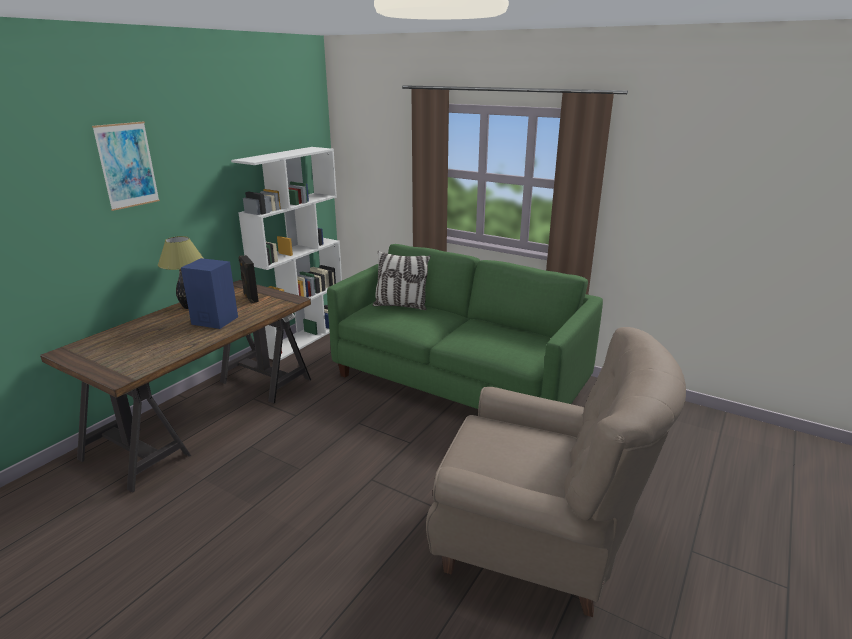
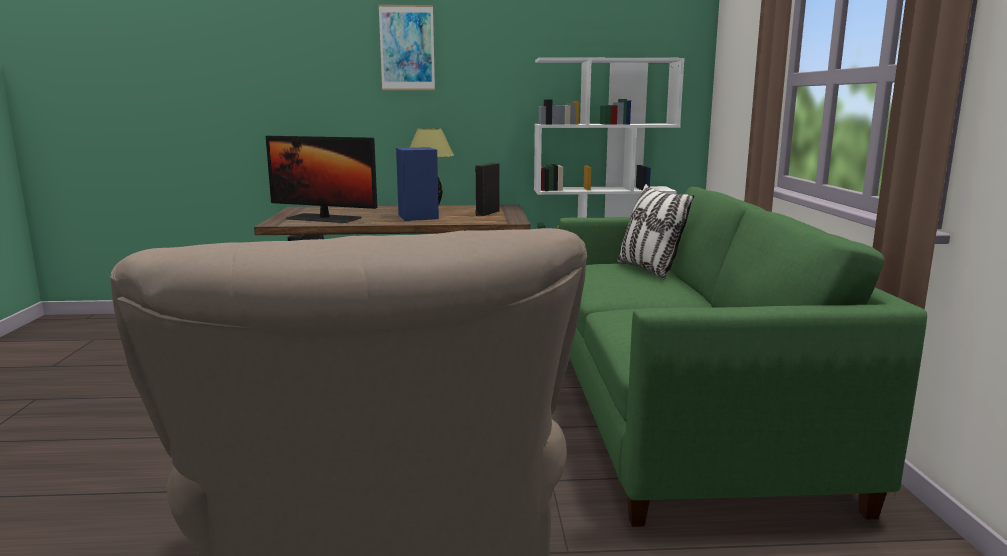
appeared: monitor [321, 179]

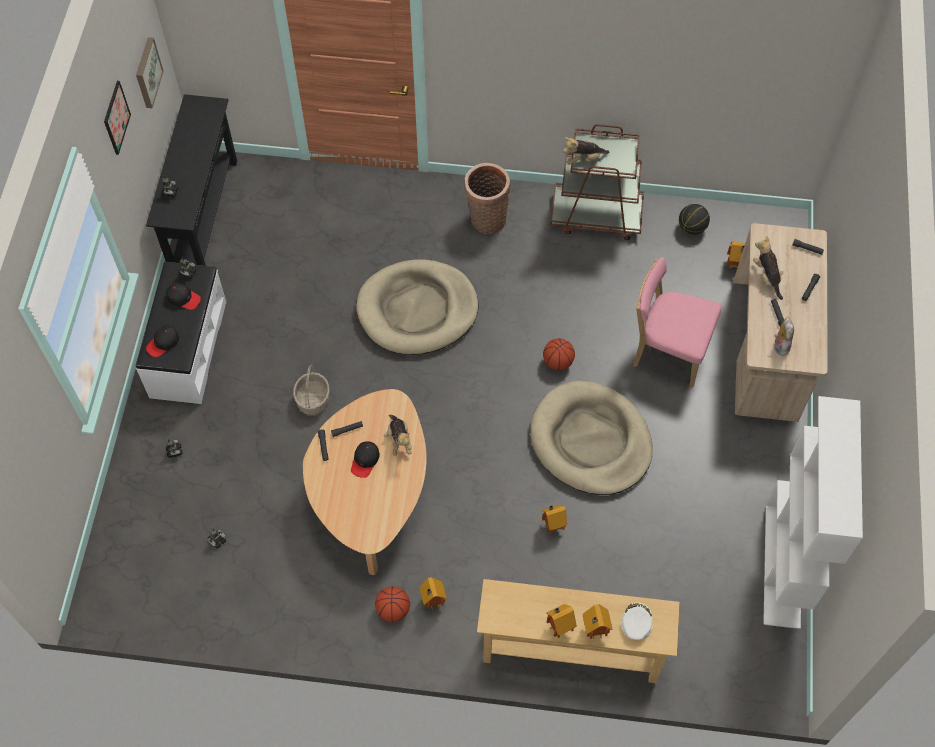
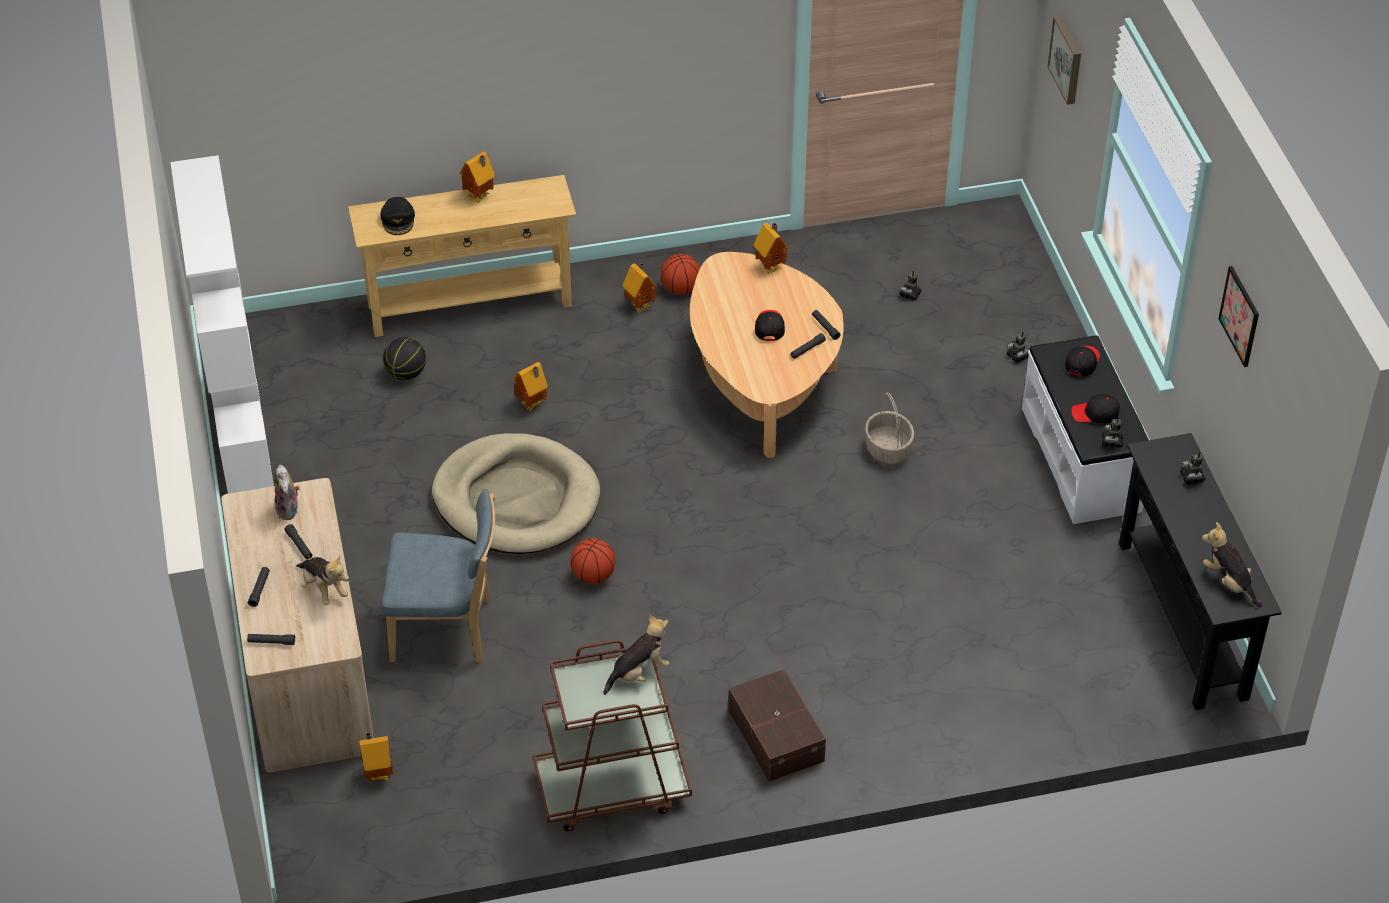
missing: cama para perro [beis] [417, 307]
relocated: cuadro [150, 72] to [1064, 60]; peluche [398, 435] to [1232, 565]; casita [598, 621] to [771, 248]; balón de baloncesto [694, 219] to [404, 358]
exchanged: cesta [487, 198] to caja de almacenaje [marrón] [777, 725]
colour: gorra [blanco] [637, 621] to gorra [negro] [397, 216]; silla [rosa] [677, 322] to silla [azul] [438, 576]

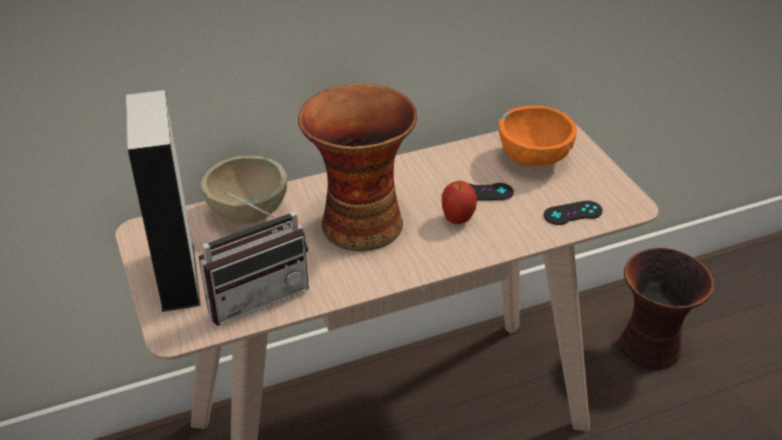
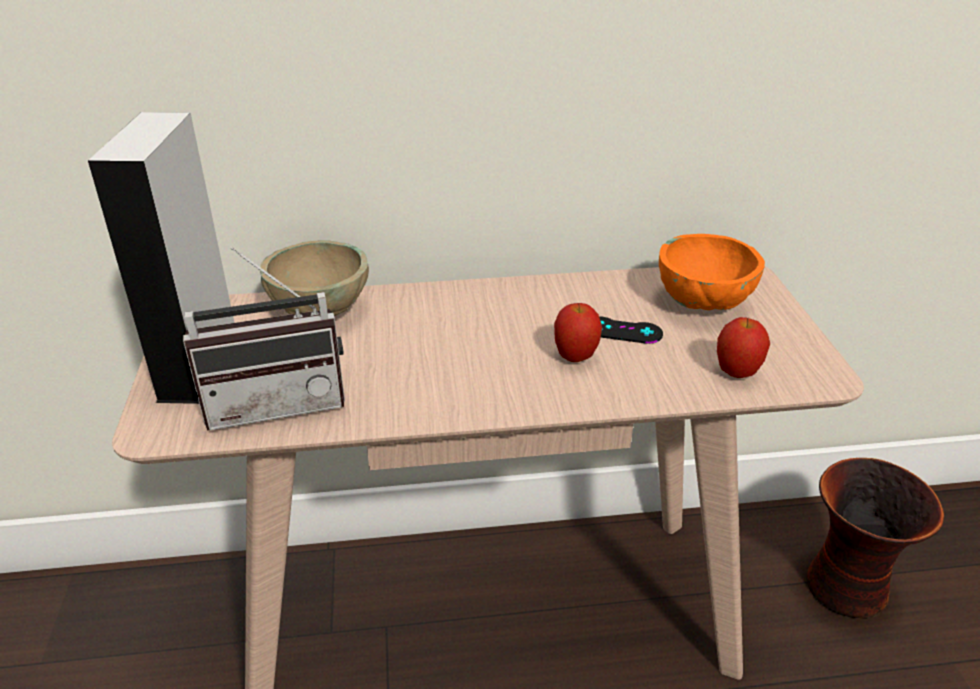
missing: florero [357, 167]
exchanged: mando de consola [negro] [573, 213] to manzana [743, 347]

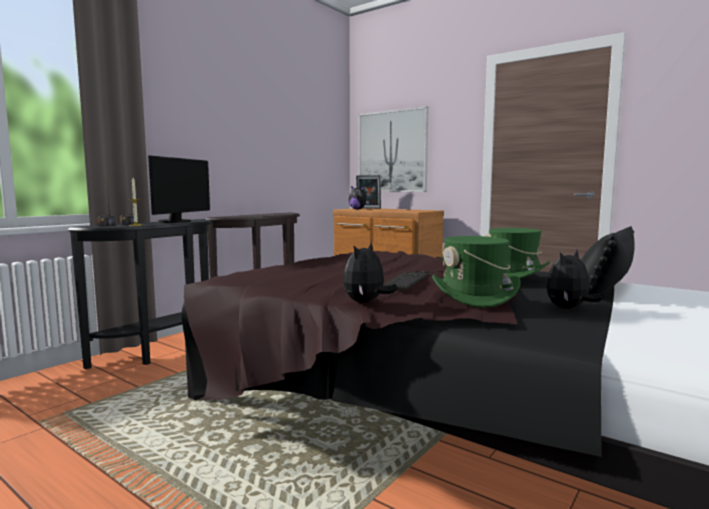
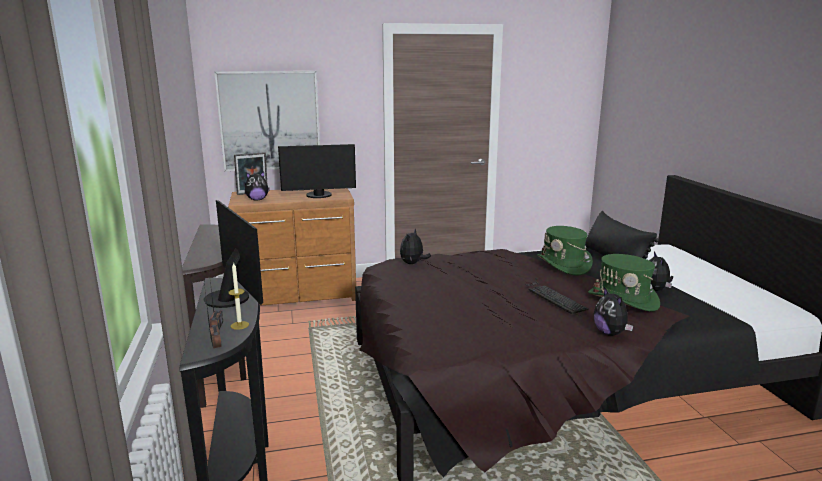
appeared: monitor [317, 171]; peluche [415, 246]

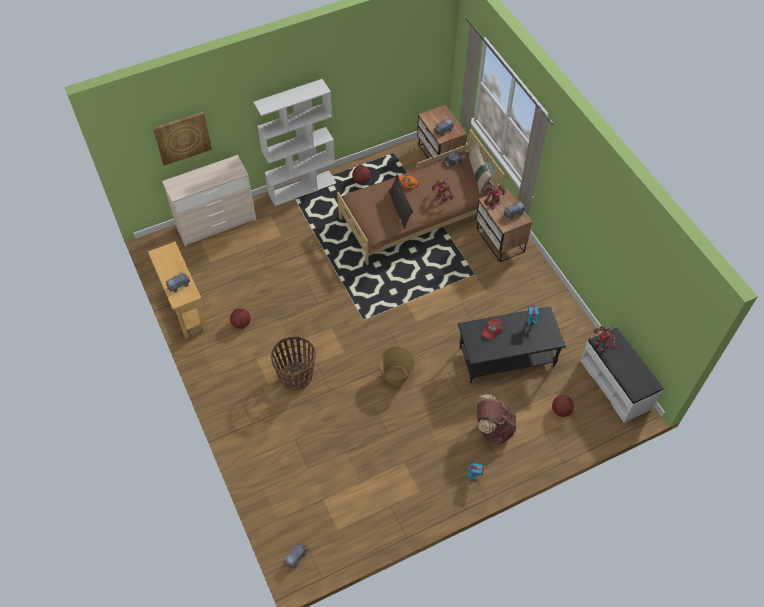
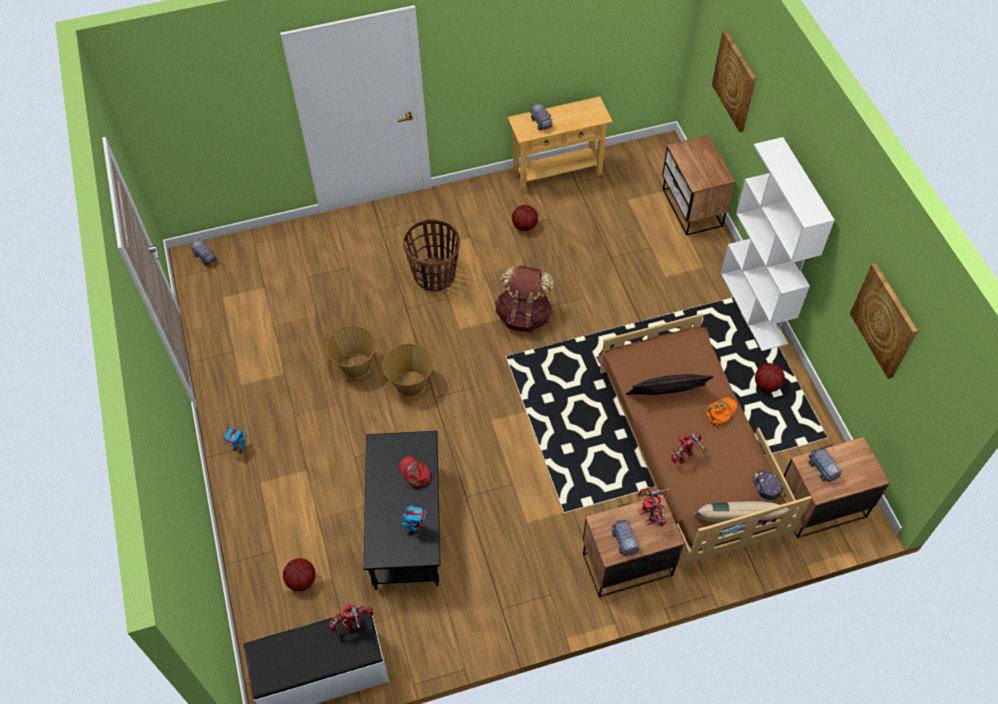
appeared: cesta [351, 352]; cuadro [884, 321]
relocated: mochila [marrón] [496, 419] to [524, 299]
exchanged: cómoda [beis] [209, 201] to mesita de noche [698, 185]

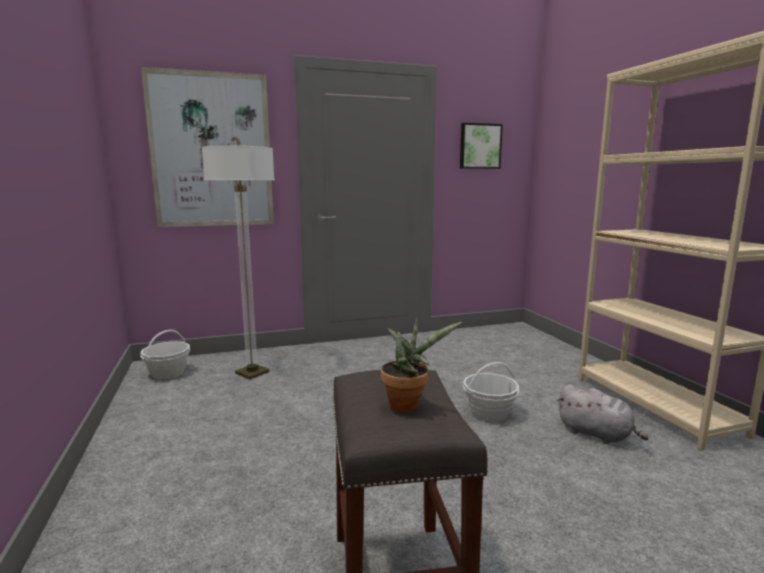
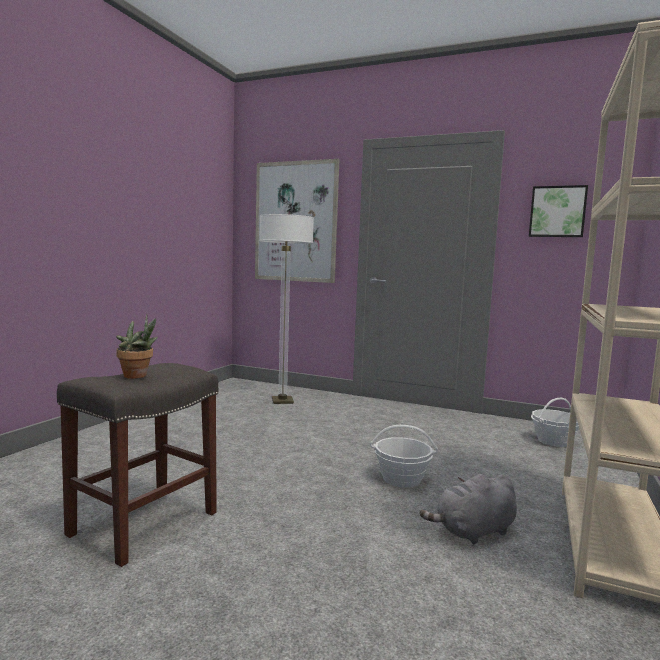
relocated: cesta [165, 354] to [555, 422]
spun: peluche [gris] [602, 414] = [468, 509] 75 degrees clockwise

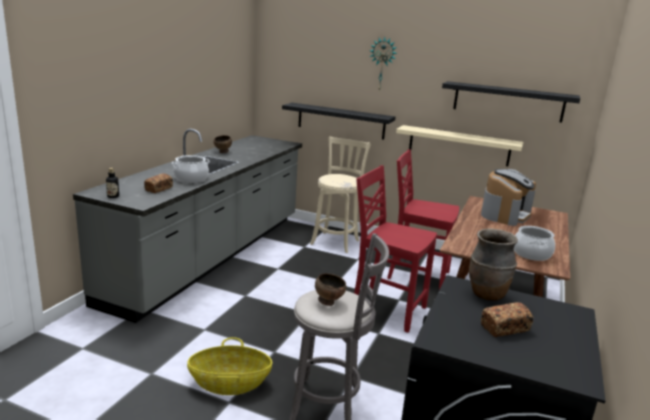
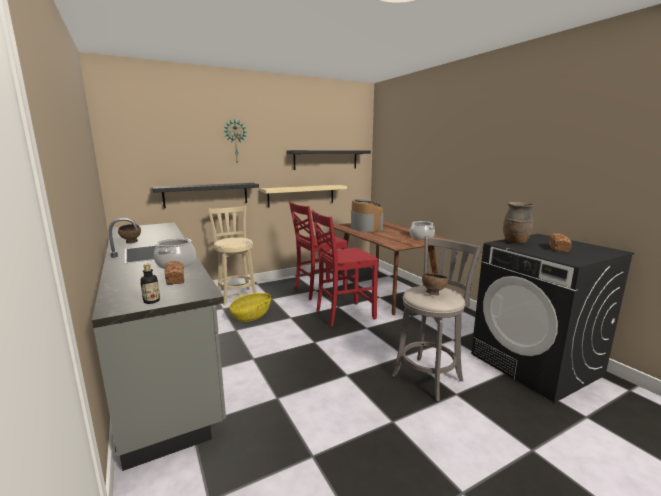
relocated: cesta [229, 366] to [250, 307]

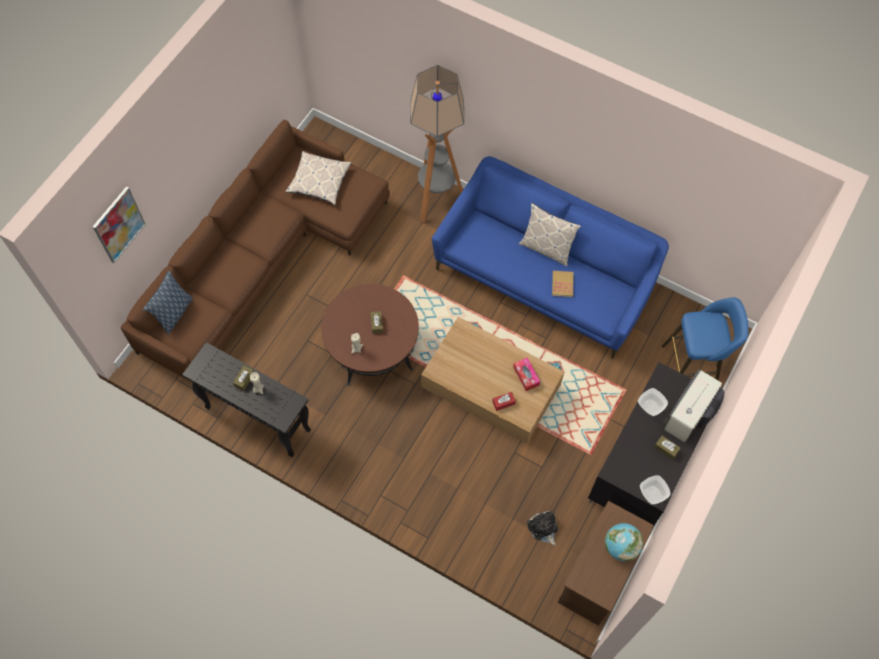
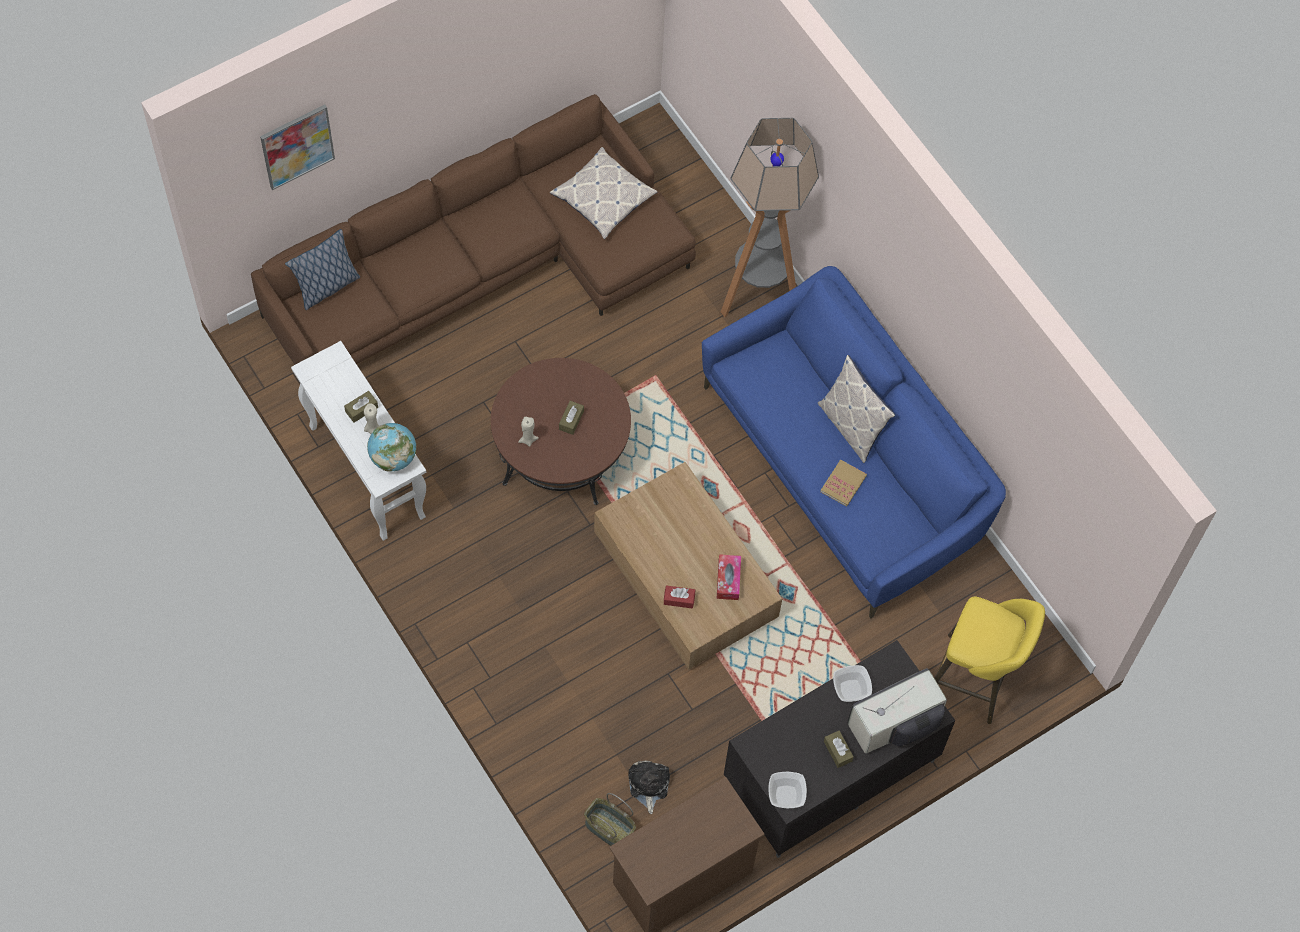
appeared: cesta [610, 819]
relocated: globo terráqueo [624, 542] to [391, 447]
colour: mesa consola [negro] [246, 399] to mesa consola [blanco] [358, 441]; taburete [azul] [705, 339] to taburete [amarillo] [989, 660]

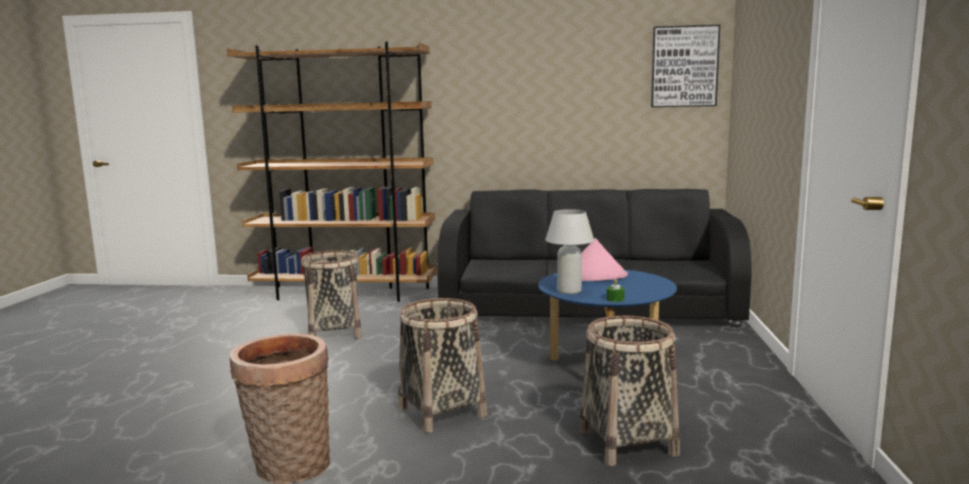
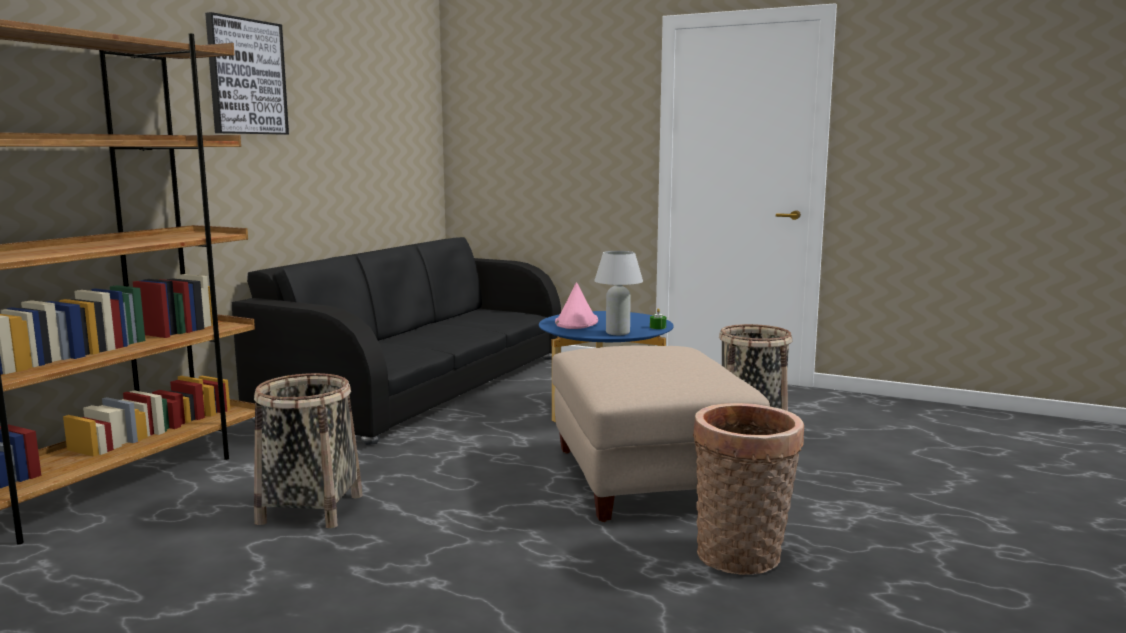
relocated: cuadro [685, 66] to [247, 73]
exchanged: cesta [442, 365] to puf [beis] [661, 433]

